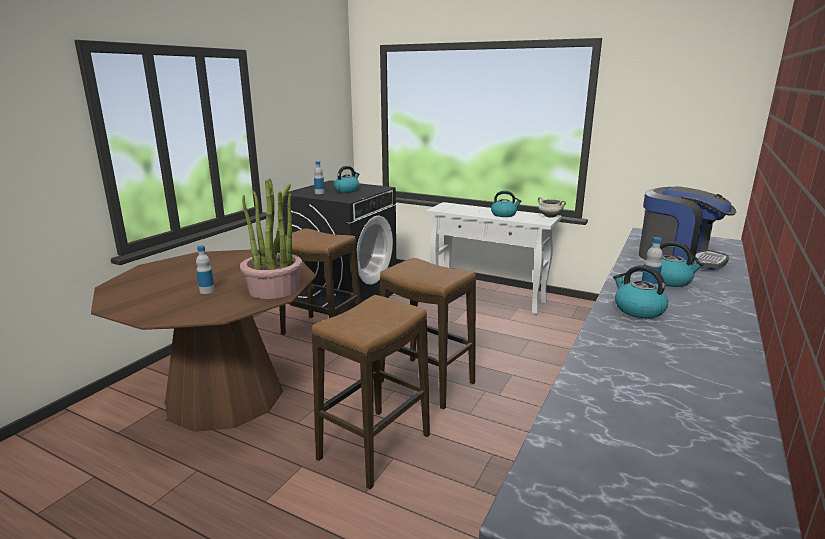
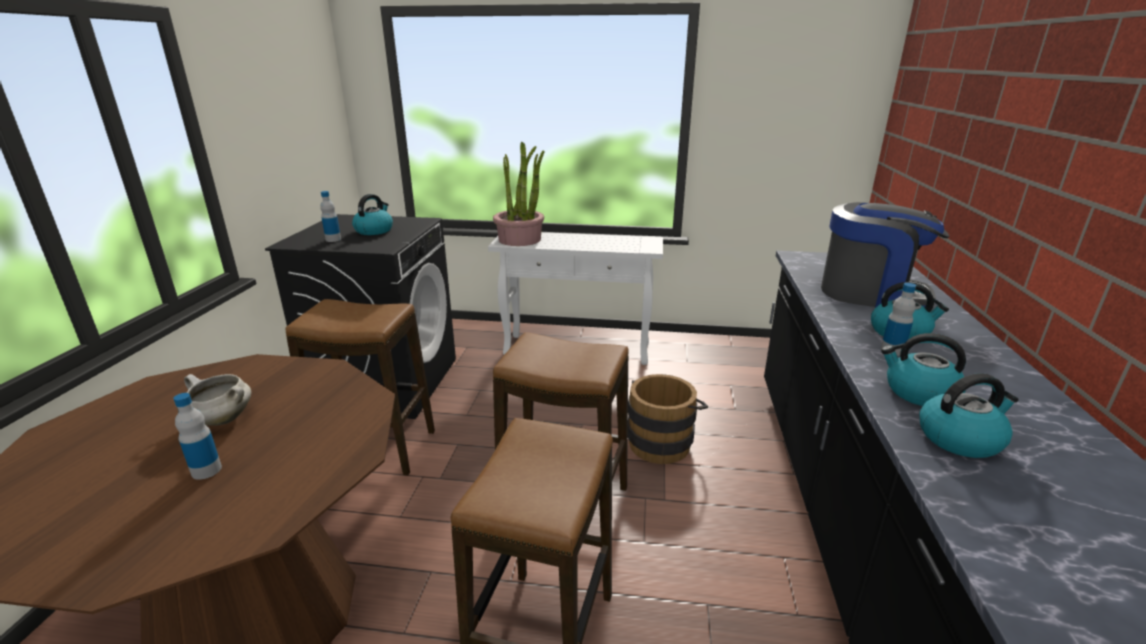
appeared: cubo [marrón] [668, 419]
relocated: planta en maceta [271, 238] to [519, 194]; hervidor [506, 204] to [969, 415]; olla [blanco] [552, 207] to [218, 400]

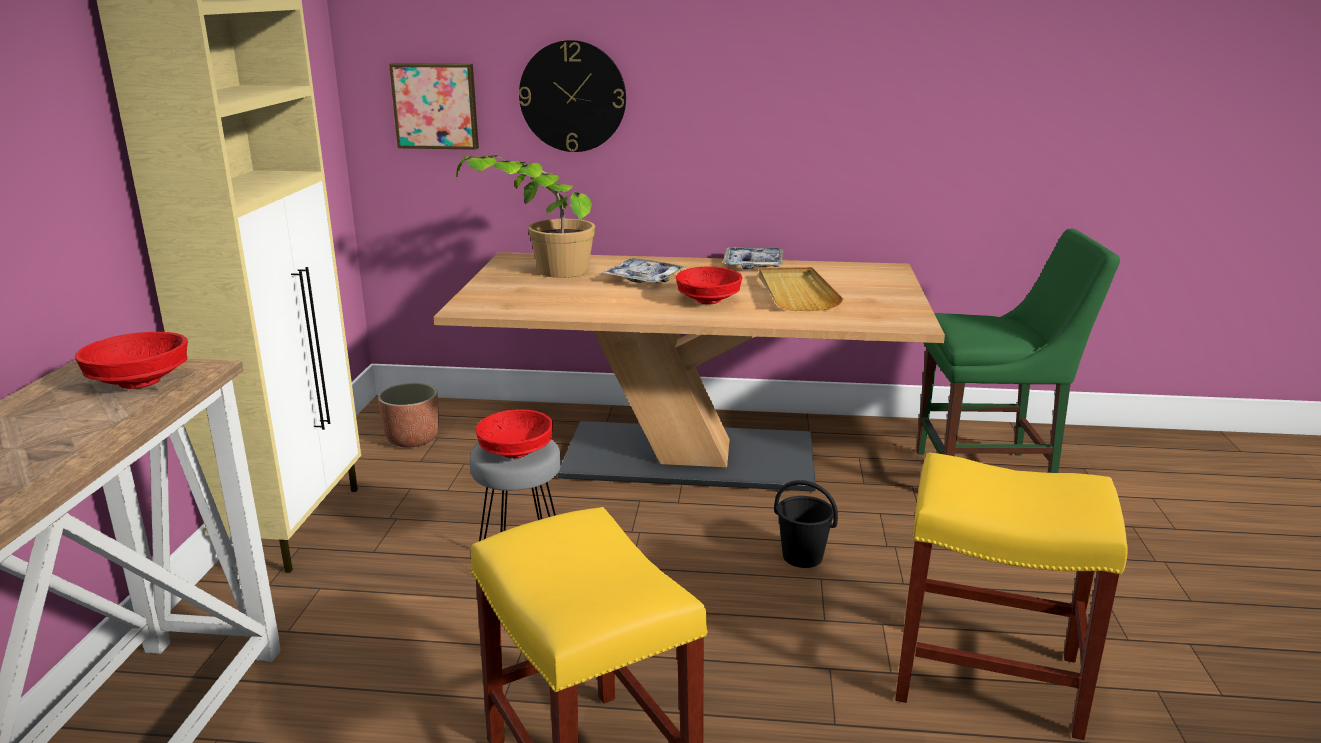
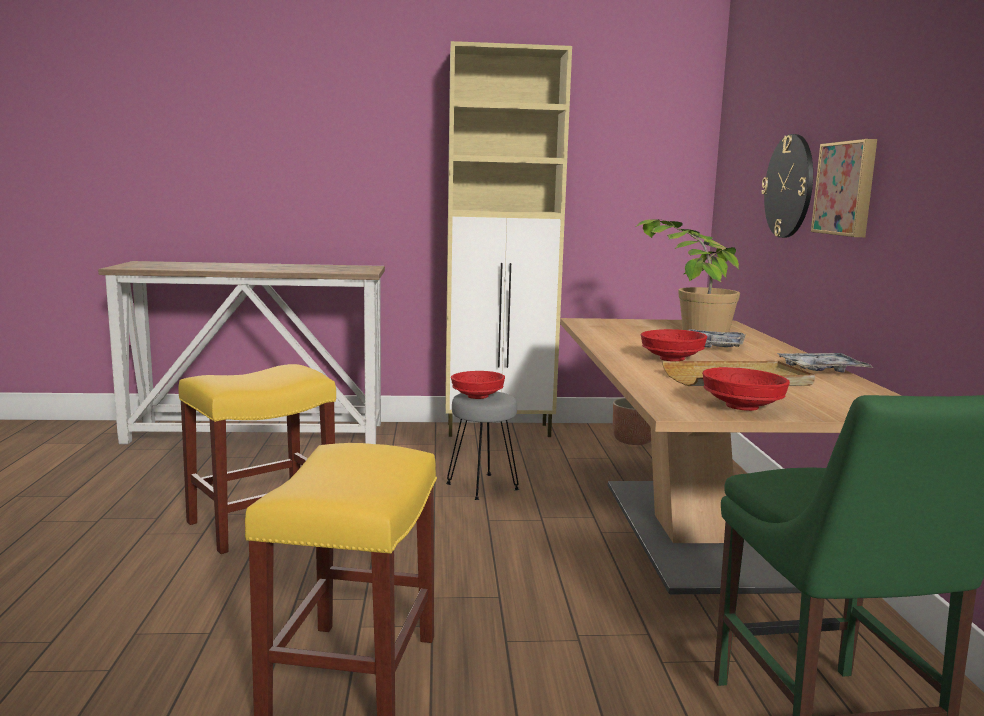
missing: cubo [negro] [806, 524]
relocated: cuenco [rojo] [131, 360] to [746, 389]; cuadro [434, 106] to [844, 188]

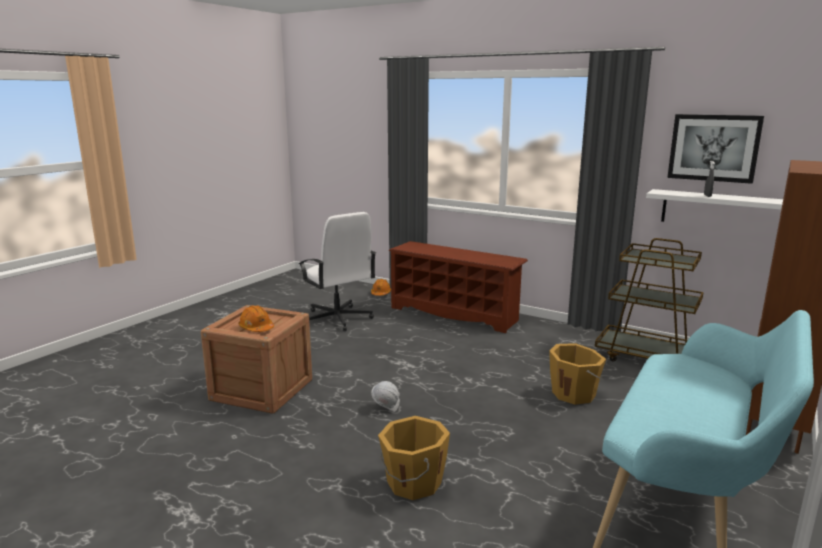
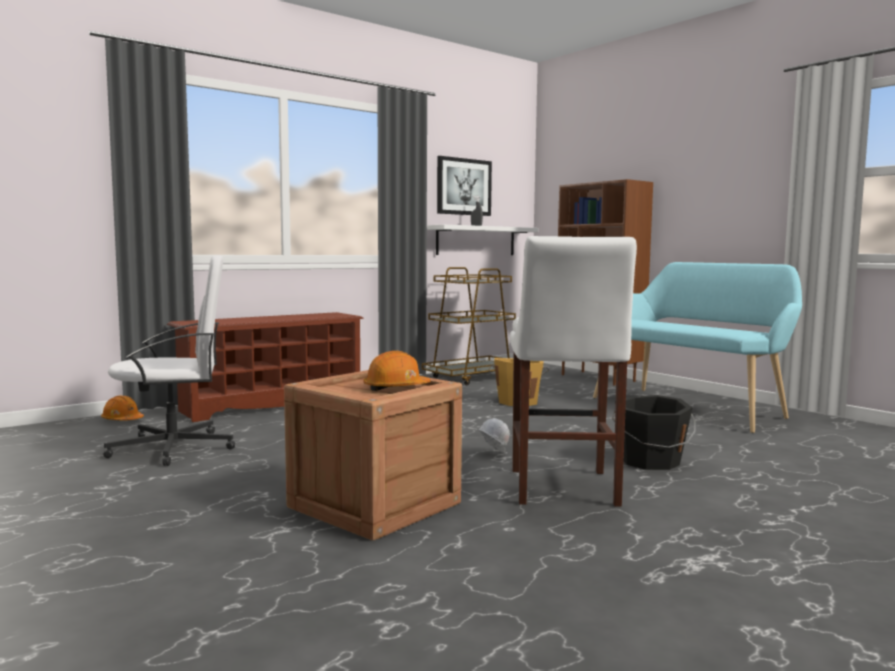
appeared: taburete [blanco] [573, 371]
colour: cubo [naranja] [414, 458] to cubo [negro] [654, 432]

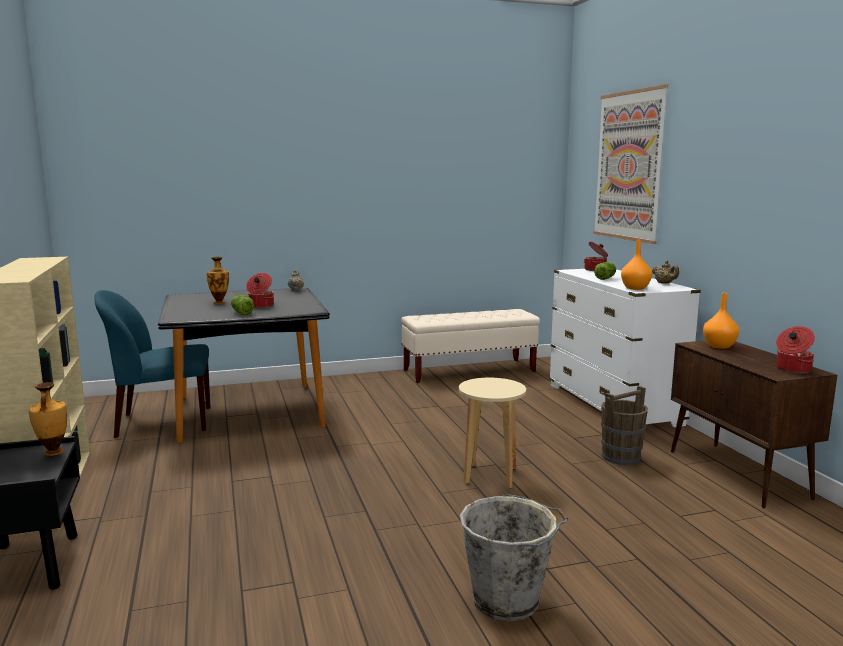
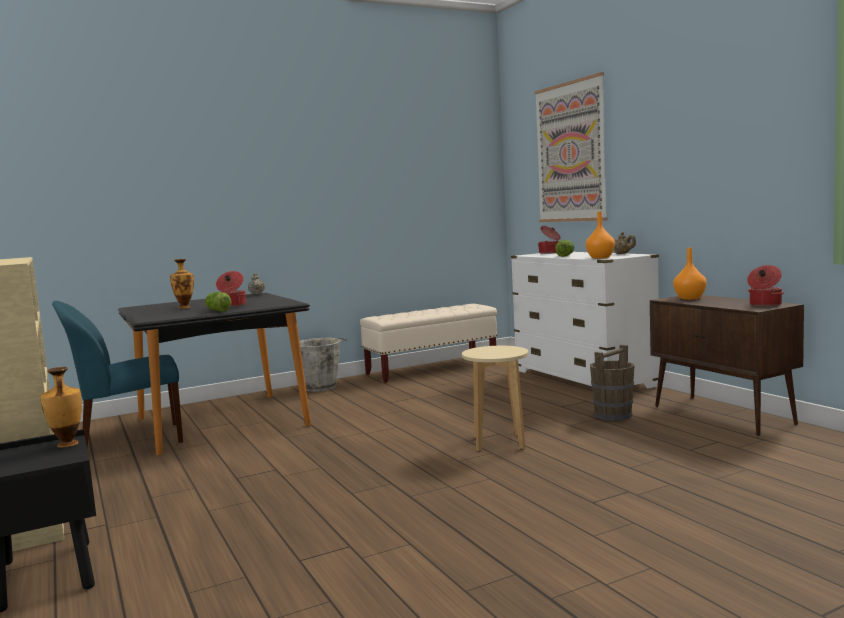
relocated: cubo [gris] [514, 557] to [323, 364]

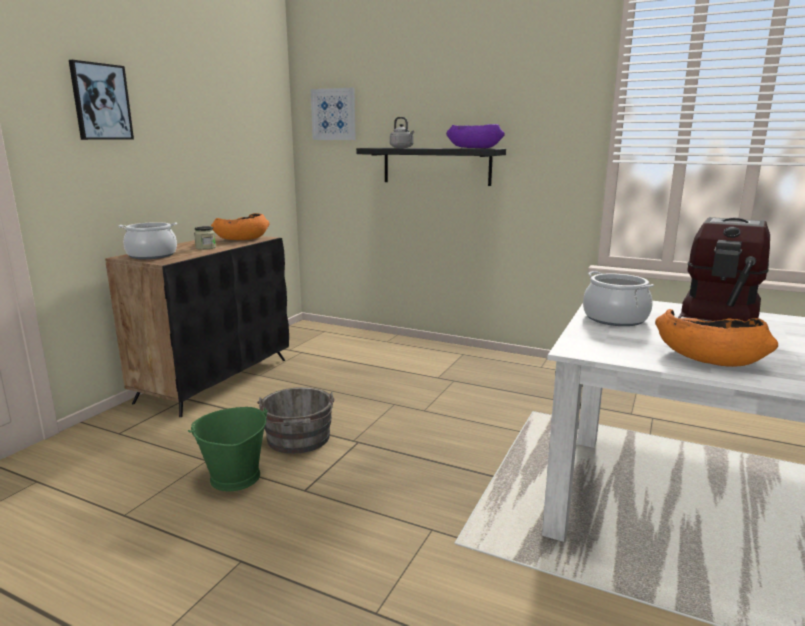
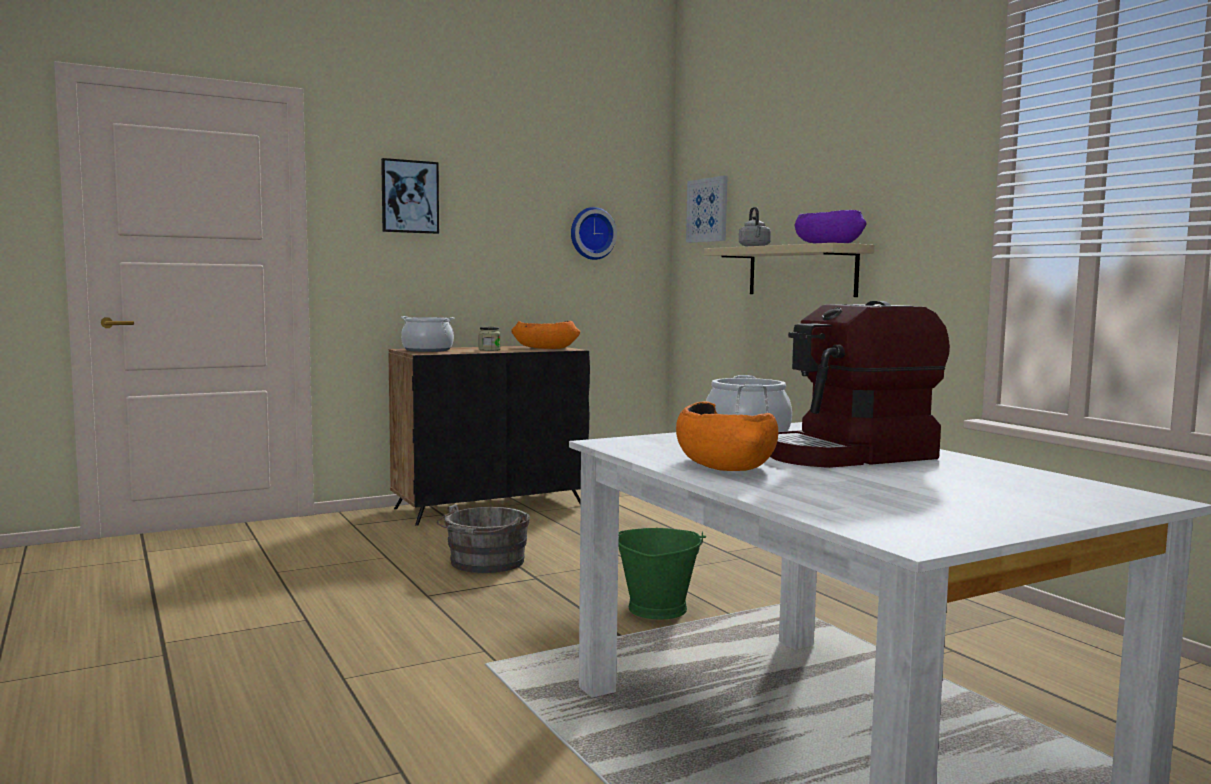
appeared: reloj de pared [594, 233]
relocated: cubo [verde] [228, 449] to [662, 573]
colour: estante [negro] [431, 167] to estante [beis] [789, 270]

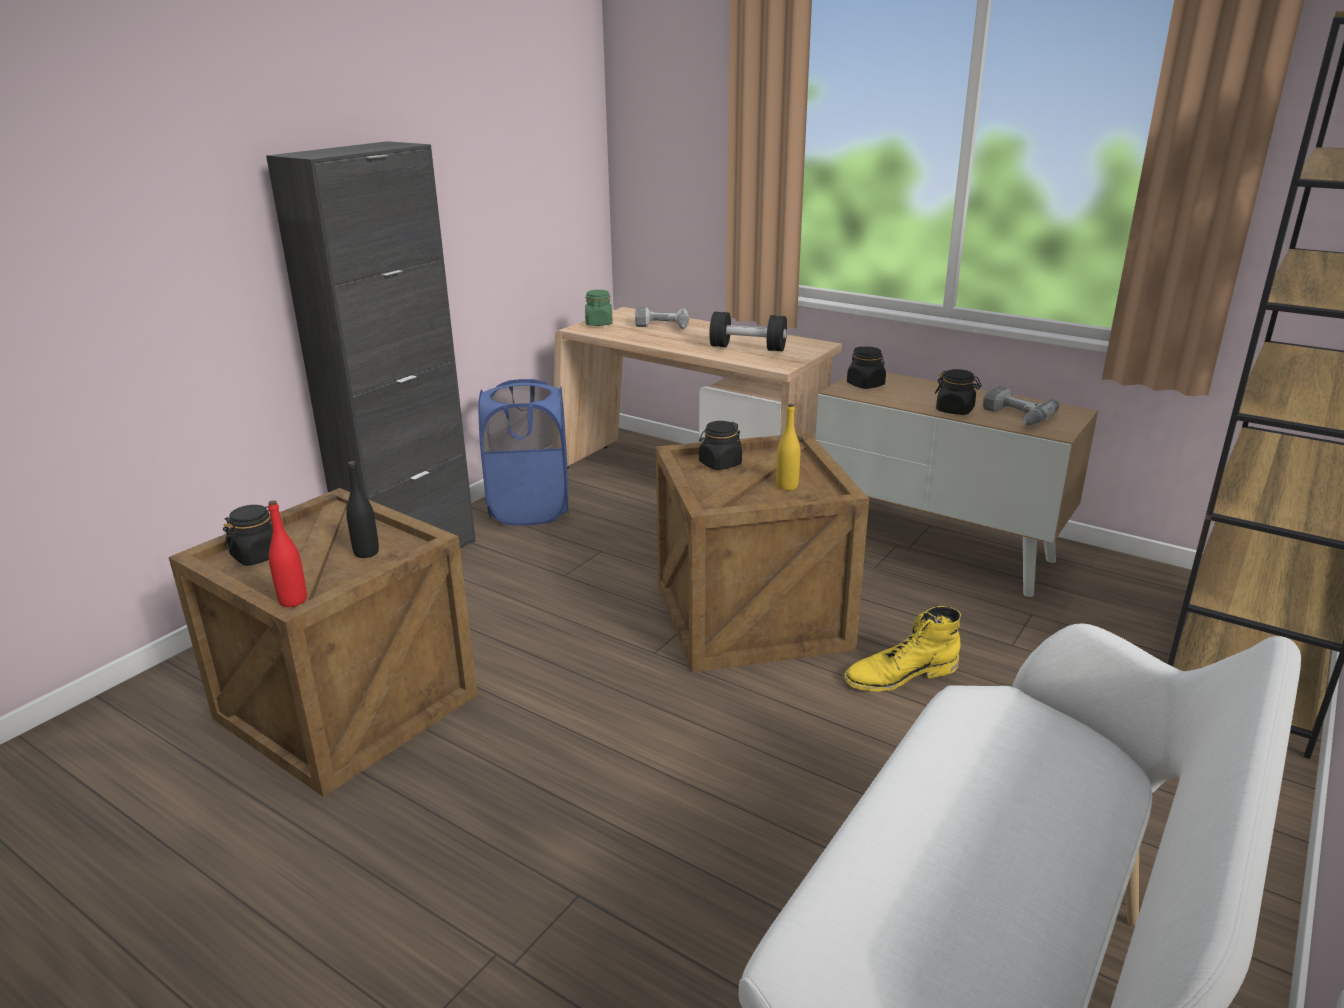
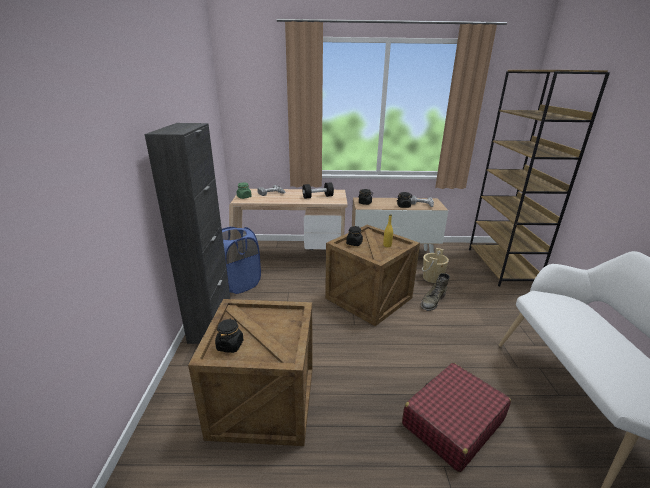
missing: botella [rojo] [287, 553]; botella [negro] [362, 509]
appeared: maleta [rojo] [456, 417]; cubo [beis] [435, 265]
colour: bota [amarillo] [902, 649] to bota [verde] [435, 292]

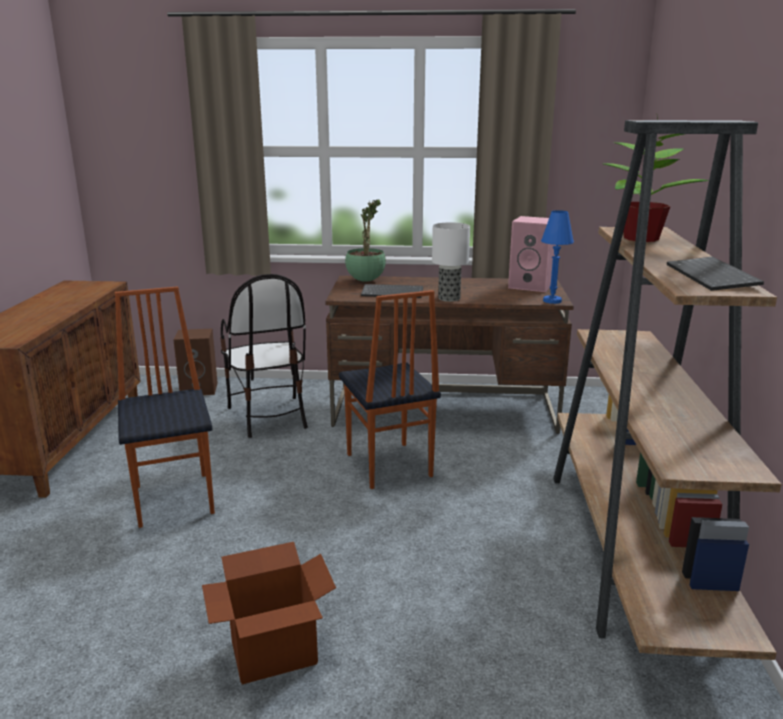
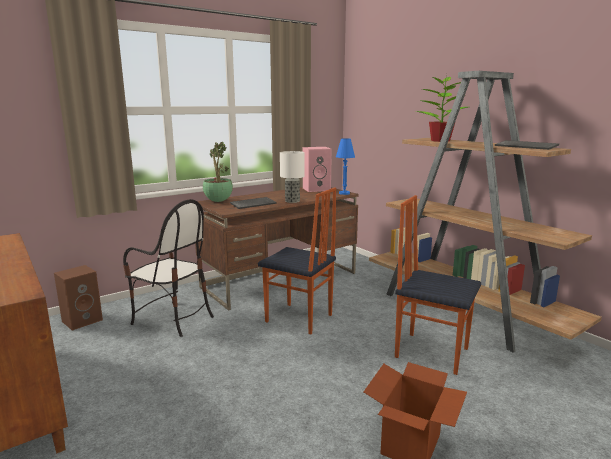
relocated: silla [165, 407] to [438, 285]

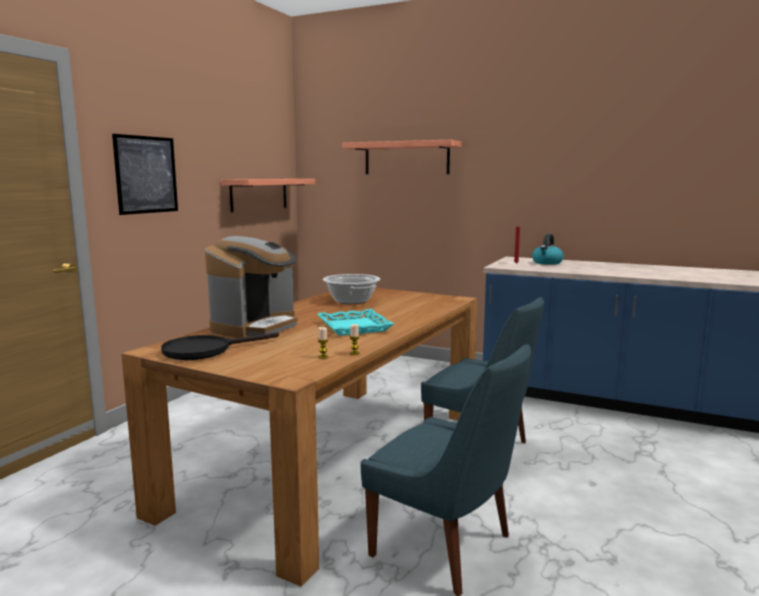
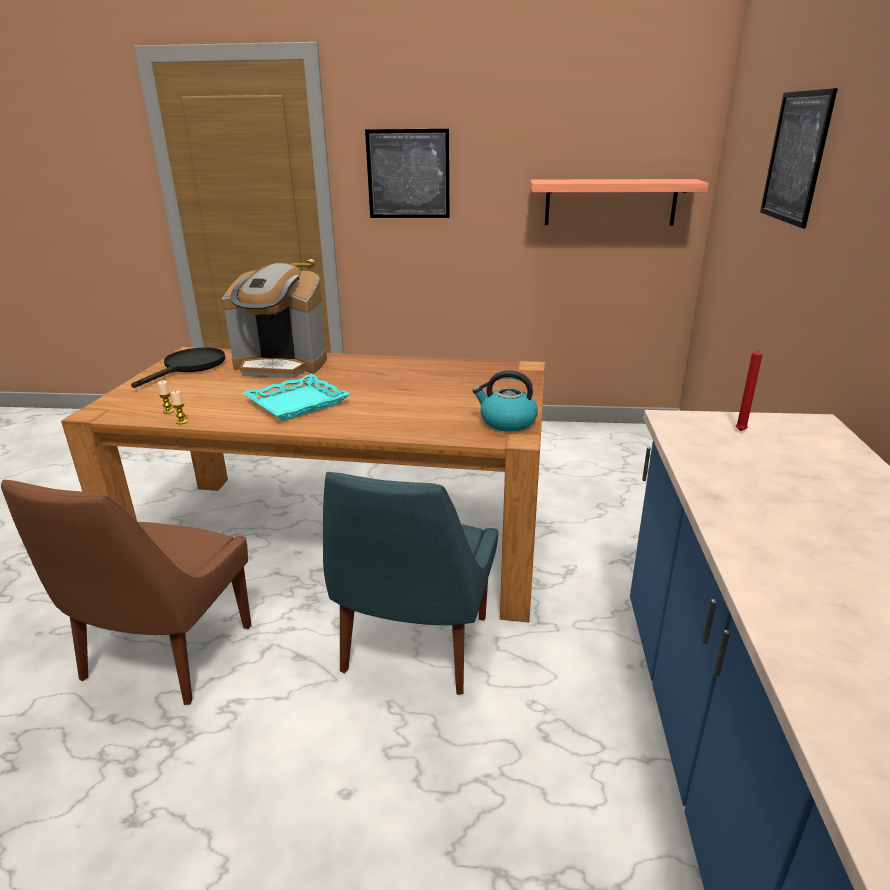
missing: olla [351, 289]
relocated: hervidor [548, 249] to [505, 401]
exchanged: estante [402, 157] to cuadro [799, 158]
colour: silla [azul] [446, 470] to silla [marrón] [126, 592]
spun: sartén [negro] [220, 346] = [178, 367] 75 degrees clockwise

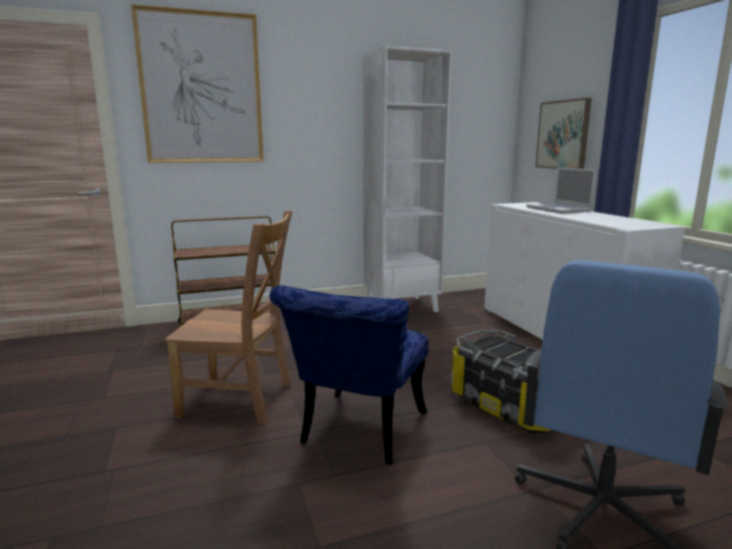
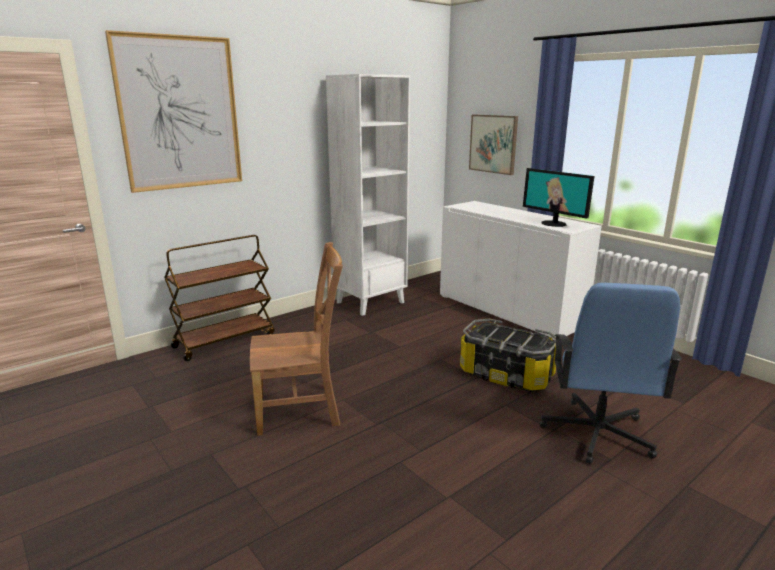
missing: silla [azul] [349, 375]; portátil [561, 190]
appeared: monitor [559, 197]

